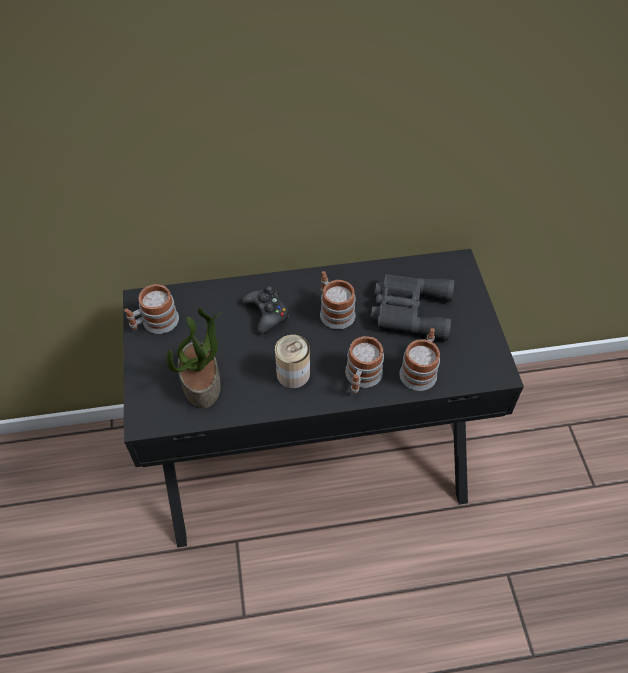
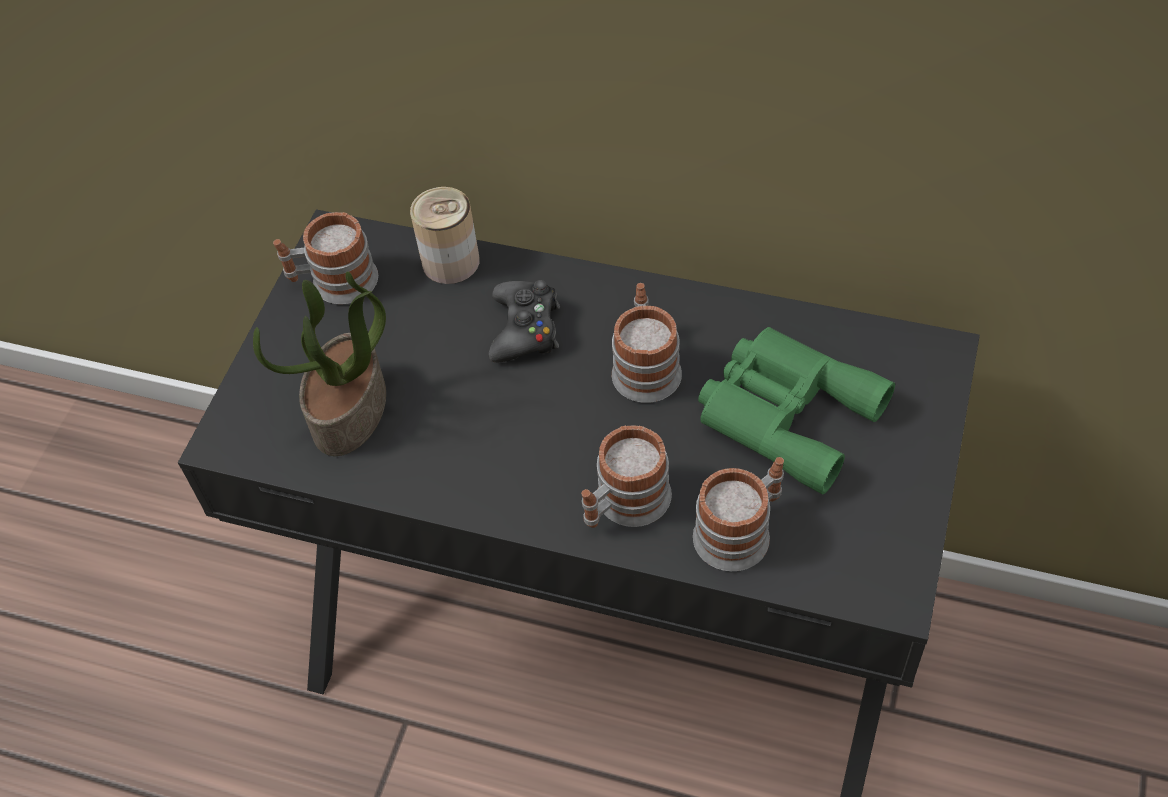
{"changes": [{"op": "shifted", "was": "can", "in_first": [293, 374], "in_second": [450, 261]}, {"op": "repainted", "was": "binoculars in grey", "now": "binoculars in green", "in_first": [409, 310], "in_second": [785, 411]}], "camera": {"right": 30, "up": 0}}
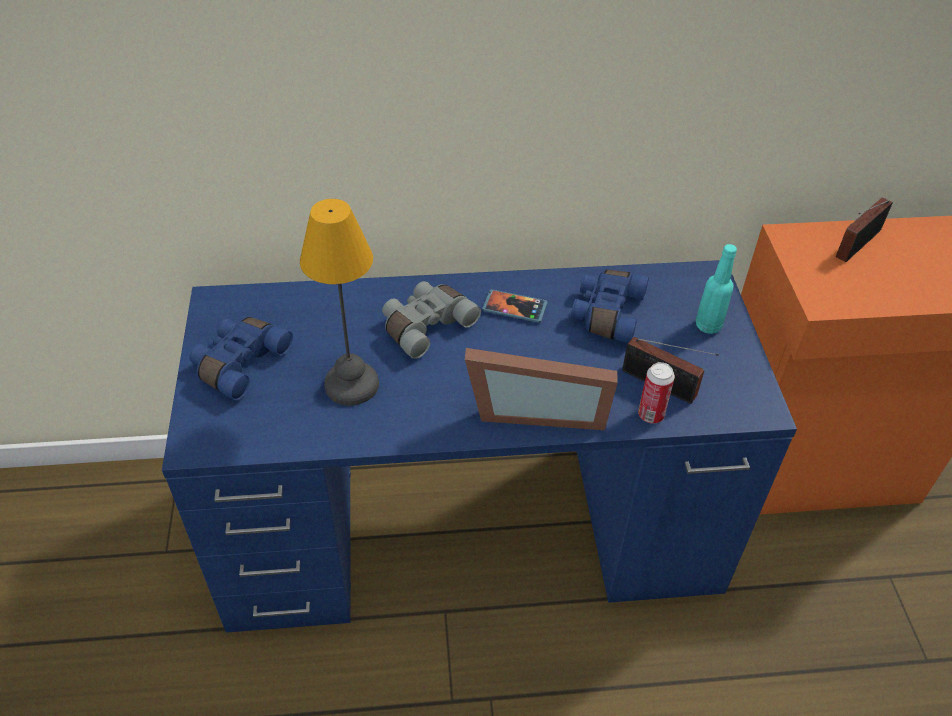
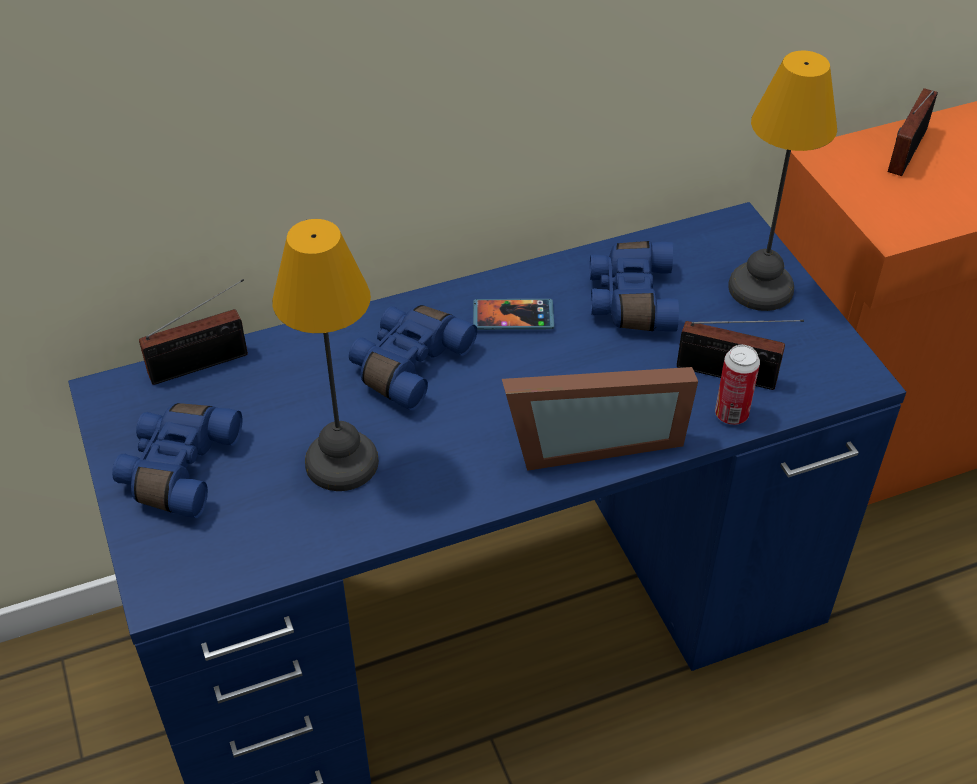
{"changes": [{"op": "repainted", "was": "binoculars in grey", "now": "binoculars in blue", "in_first": [425, 325], "in_second": [407, 364]}, {"op": "swapped", "was": "bottle in turquoise", "now": "table lamp", "in_first": [708, 325], "in_second": [758, 288]}, {"op": "new", "now": "radio", "in_second": [204, 363]}], "camera": {"right": -15, "up": 0}}
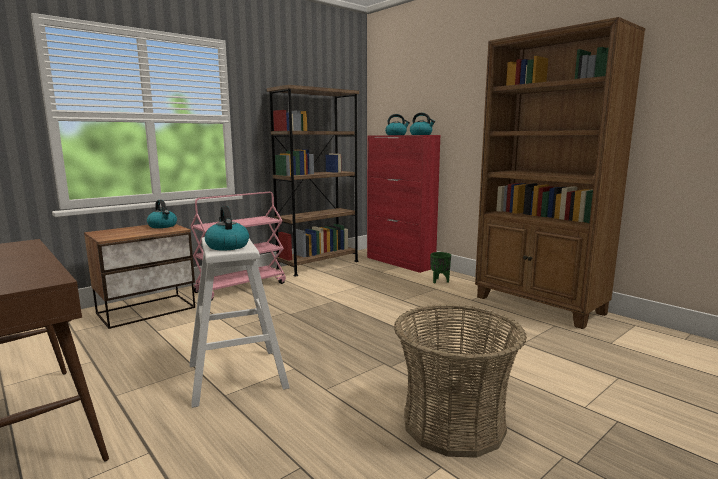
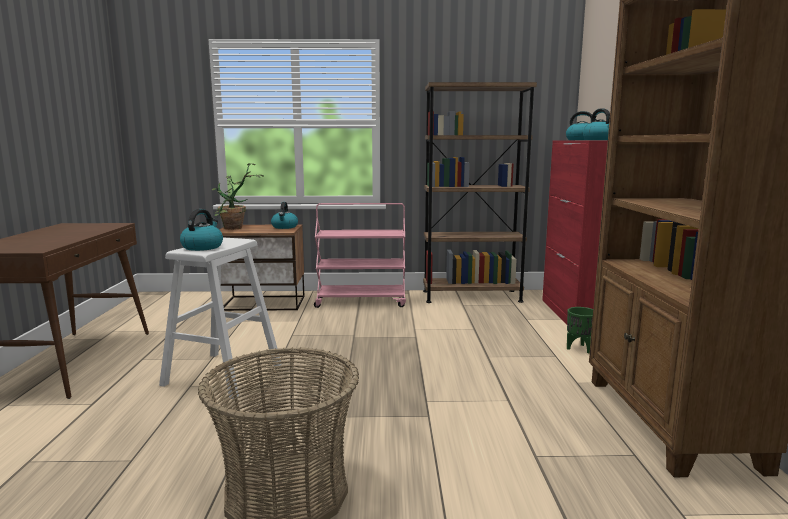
{"changes": [{"op": "new", "now": "potted plant", "in_second": [235, 229]}], "camera": {"right": 40, "up": 0}}
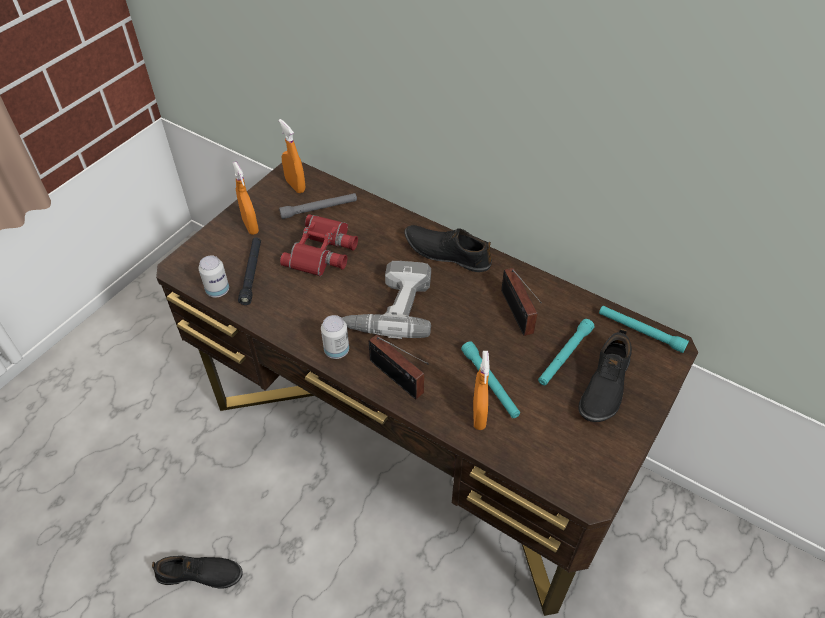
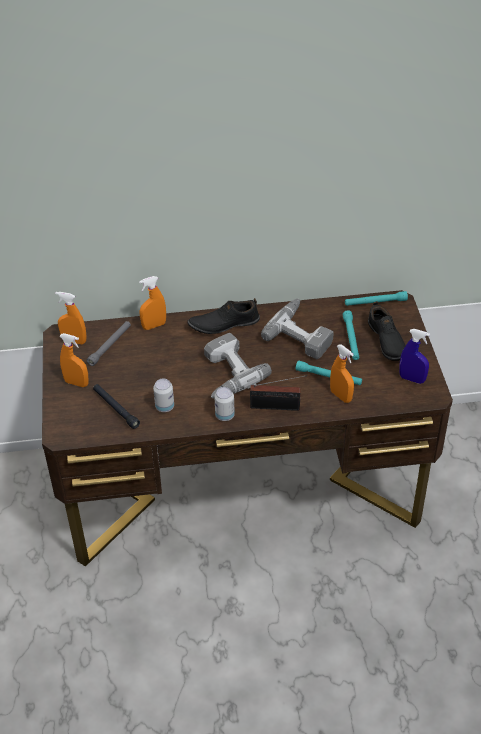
{"changes": [{"op": "gone", "was": "shoe in black", "in_first": [200, 575]}, {"op": "shifted", "was": "can", "in_first": [218, 290], "in_second": [165, 407]}, {"op": "gone", "was": "binoculars in red", "in_first": [323, 251]}, {"op": "swapped", "was": "radio", "now": "power drill", "in_first": [517, 314], "in_second": [303, 333]}, {"op": "new", "now": "spray bottle in orange", "in_second": [154, 325]}, {"op": "new", "now": "spray bottle in blue", "in_second": [412, 379]}], "camera": {"right": -40, "up": -5}}
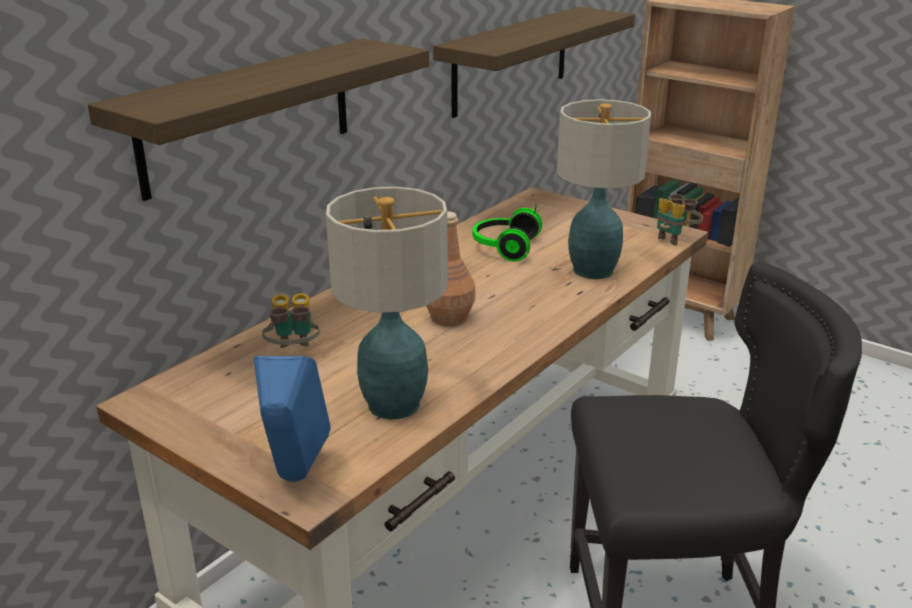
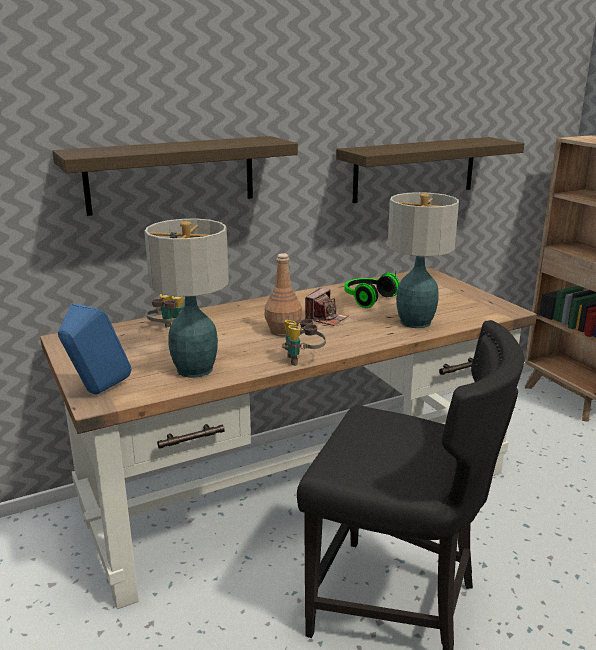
{"changes": [{"op": "shifted", "was": "binoculars", "in_first": [675, 239], "in_second": [303, 360]}, {"op": "new", "now": "photo camera", "in_second": [326, 318]}], "camera": {"right": 25, "up": -5}}
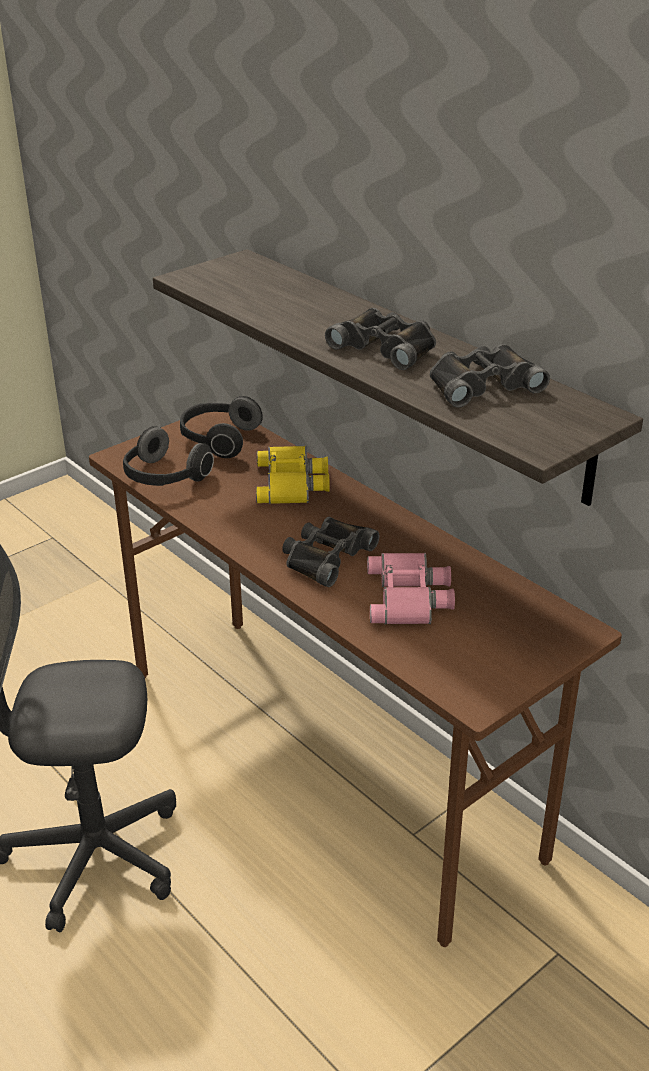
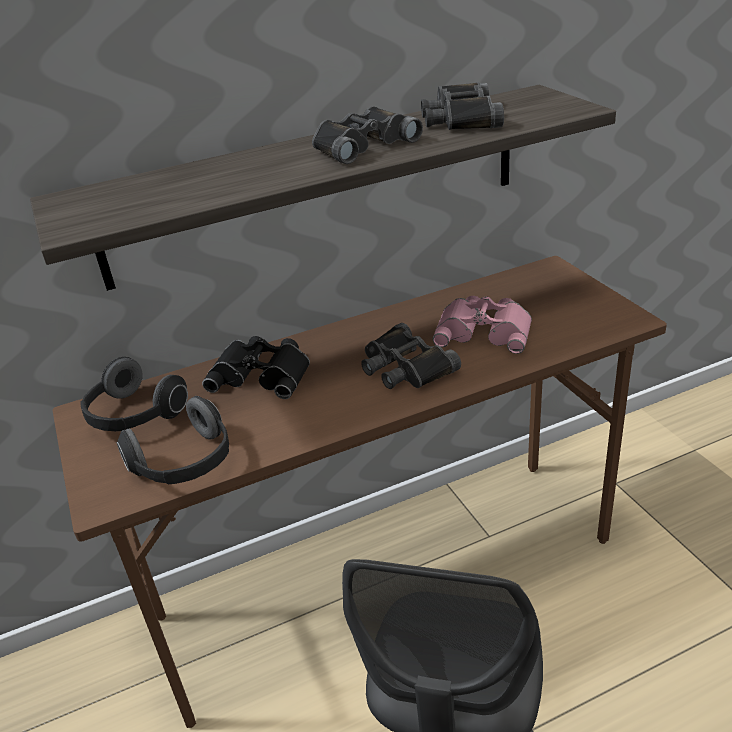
{"changes": [{"op": "repainted", "was": "binoculars in yellow", "now": "binoculars in black", "in_first": [293, 483], "in_second": [262, 373]}], "camera": {"right": -70, "up": 0}}
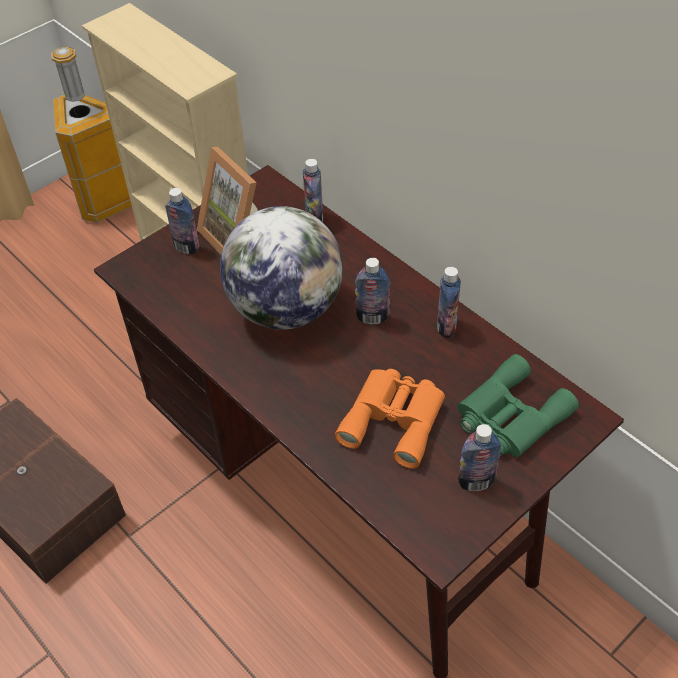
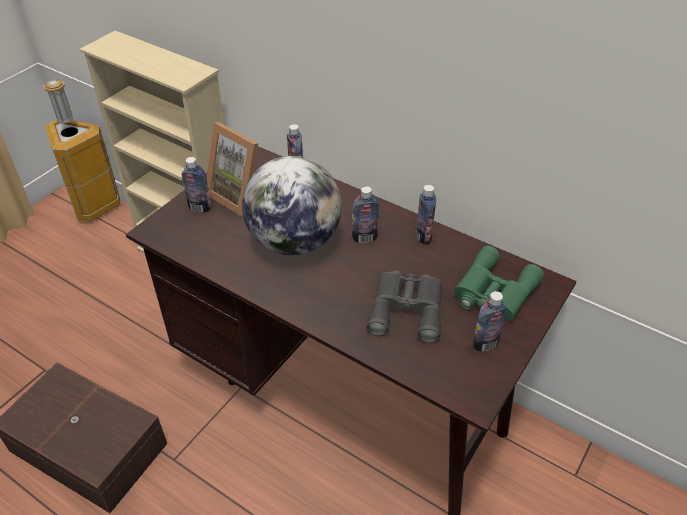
{"changes": [{"op": "repainted", "was": "binoculars in orange", "now": "binoculars in grey", "in_first": [395, 419], "in_second": [407, 308]}], "camera": {"right": -15, "up": -5}}
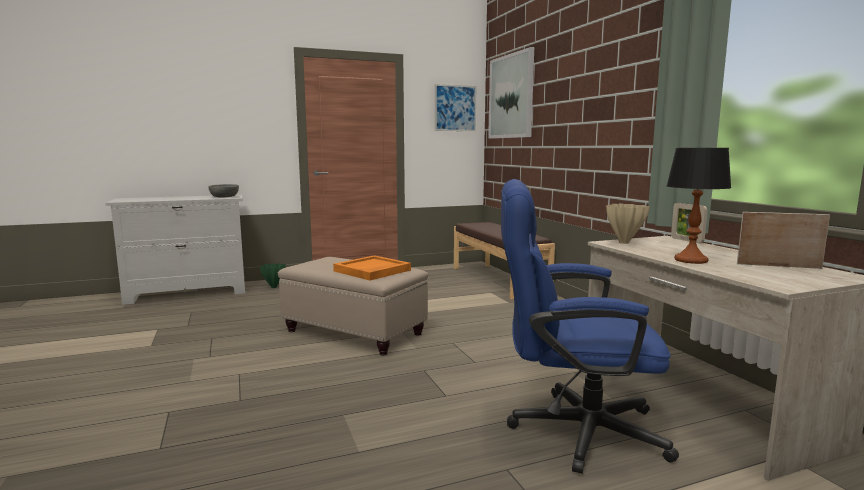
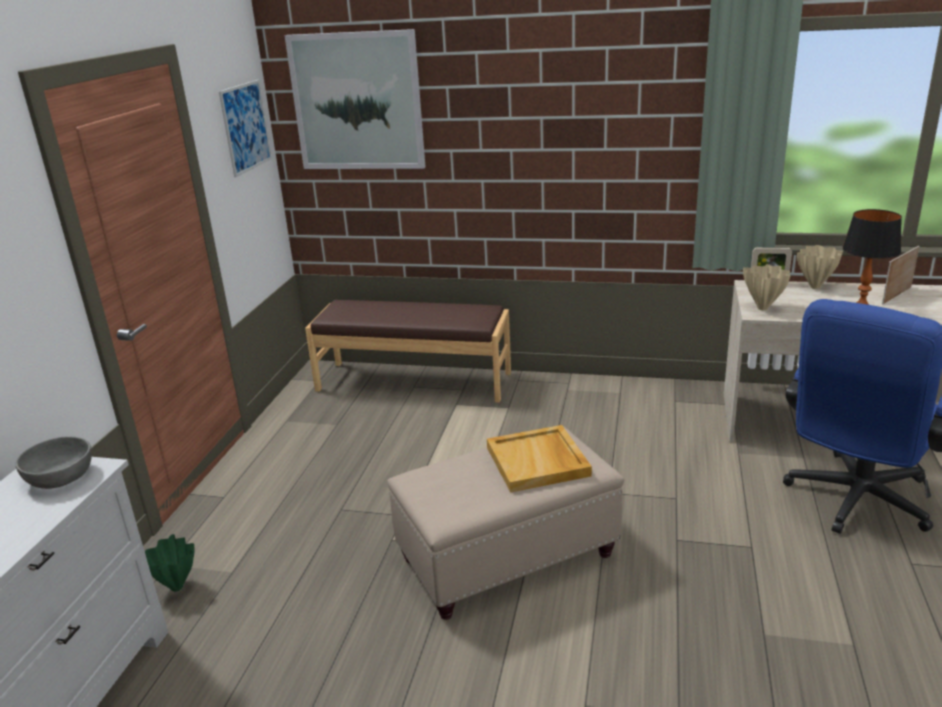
{"changes": [{"op": "repainted", "was": "tray in orange", "now": "tray in beige", "in_first": [372, 271], "in_second": [538, 462]}, {"op": "new", "now": "vase in beige", "in_second": [816, 287]}], "camera": {"right": -55, "up": 15}}
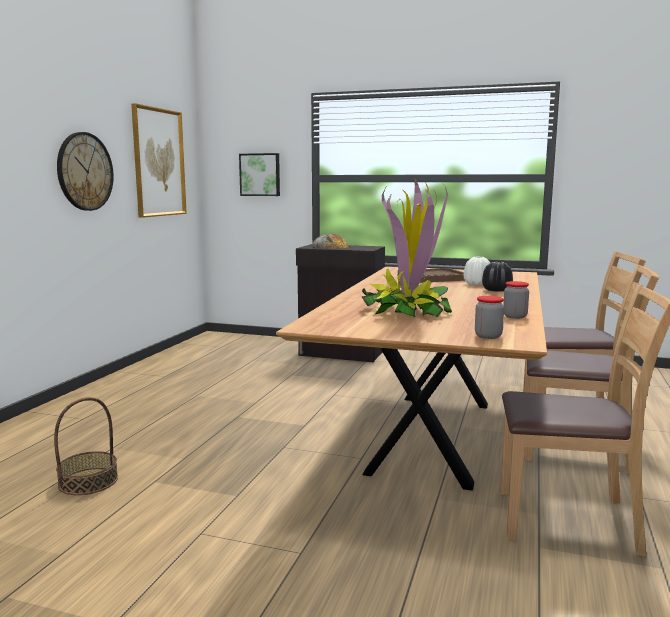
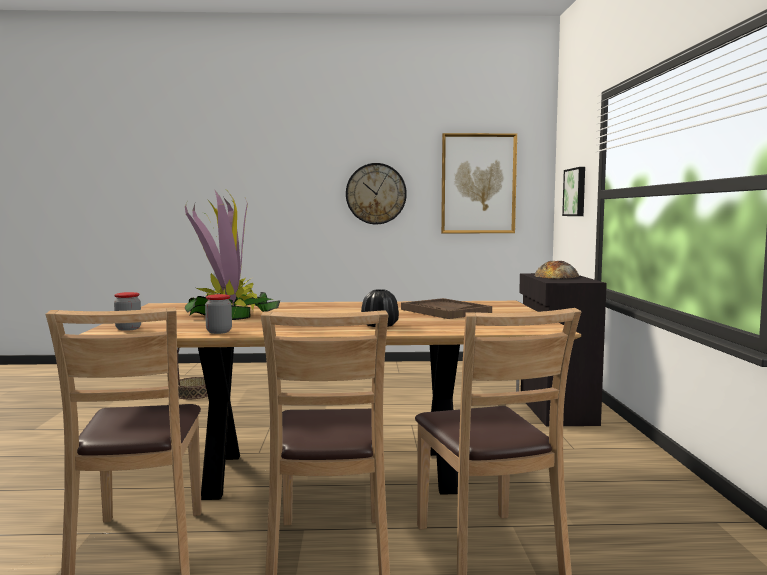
{"changes": [{"op": "gone", "was": "vase in white", "in_first": [477, 283]}], "camera": {"right": 70, "up": -5}}
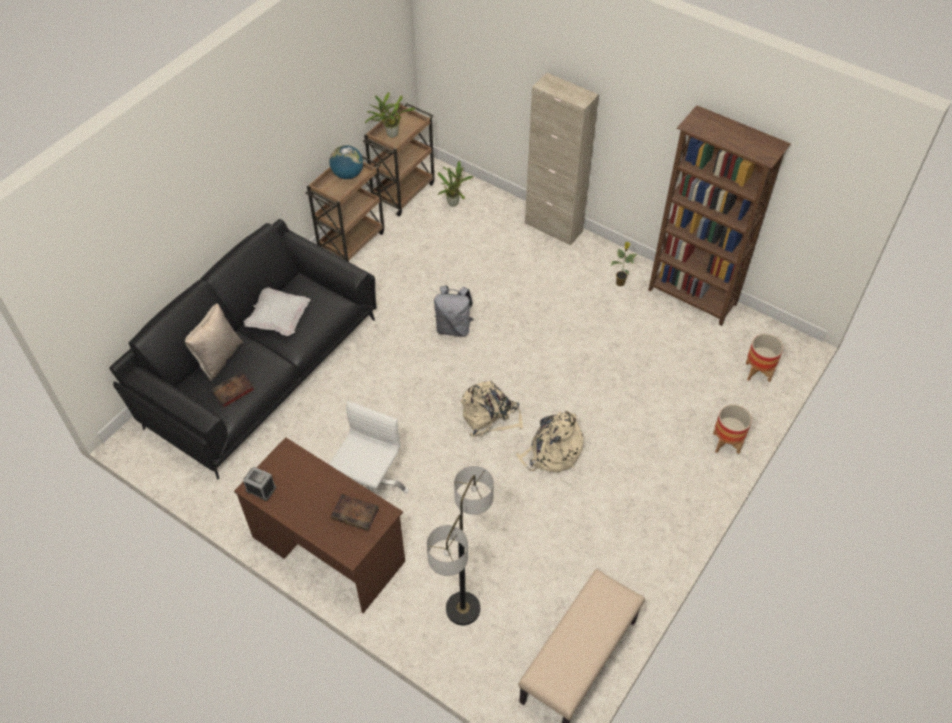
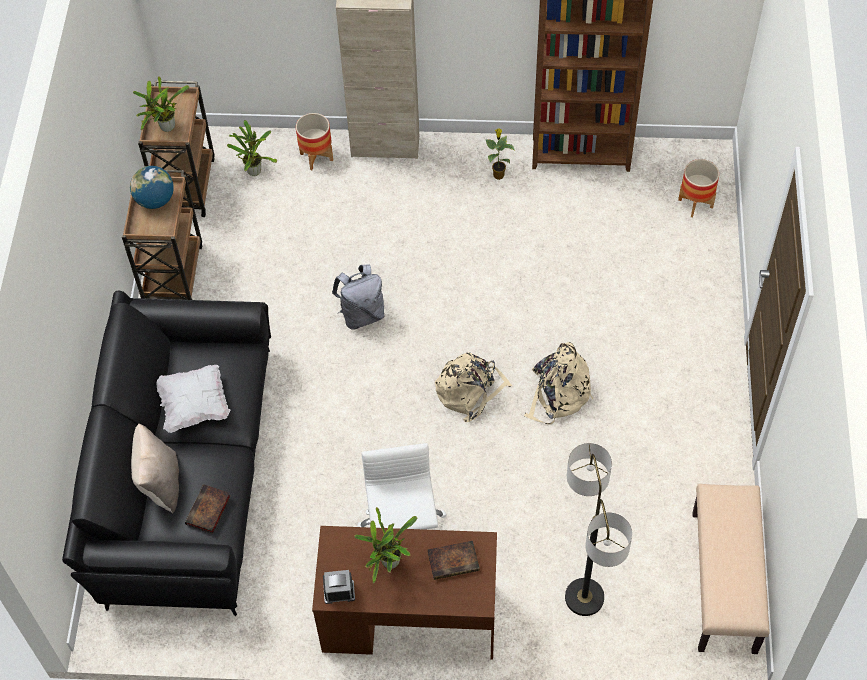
{"changes": [{"op": "shifted", "was": "planter", "in_first": [726, 443], "in_second": [316, 157]}, {"op": "new", "now": "potted plant", "in_second": [388, 563]}], "camera": {"right": -30, "up": 5}}
